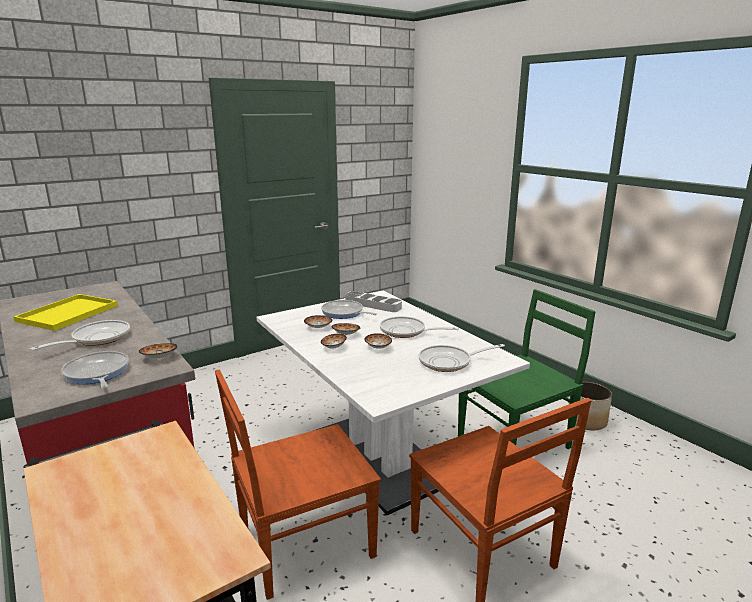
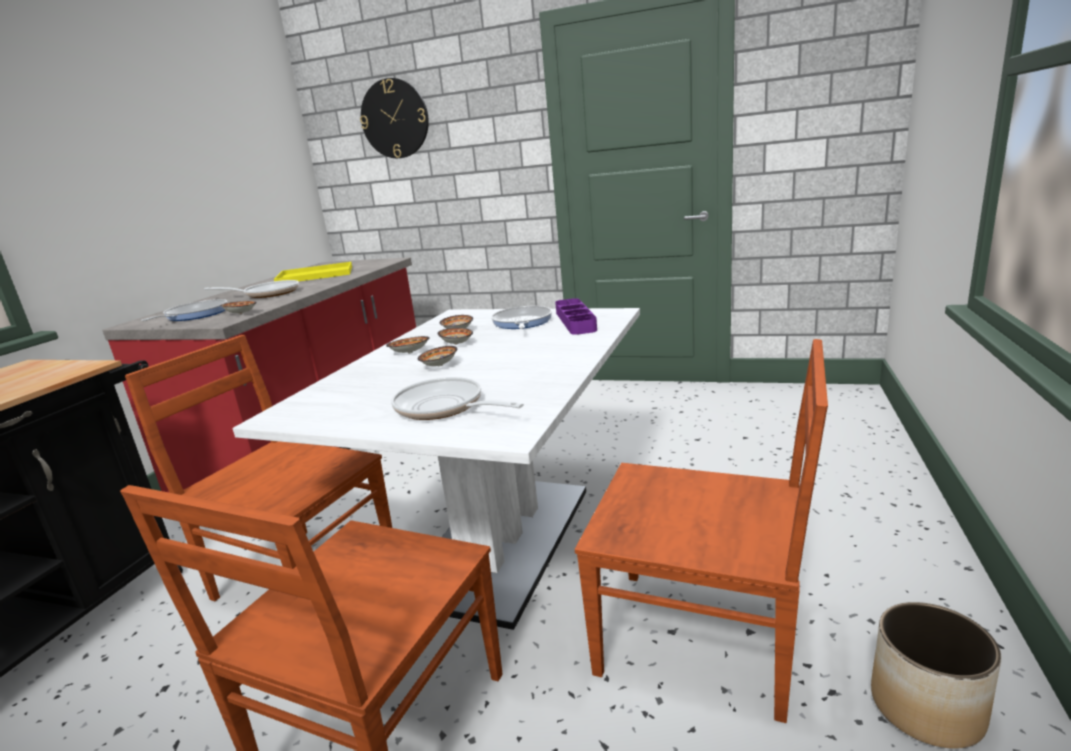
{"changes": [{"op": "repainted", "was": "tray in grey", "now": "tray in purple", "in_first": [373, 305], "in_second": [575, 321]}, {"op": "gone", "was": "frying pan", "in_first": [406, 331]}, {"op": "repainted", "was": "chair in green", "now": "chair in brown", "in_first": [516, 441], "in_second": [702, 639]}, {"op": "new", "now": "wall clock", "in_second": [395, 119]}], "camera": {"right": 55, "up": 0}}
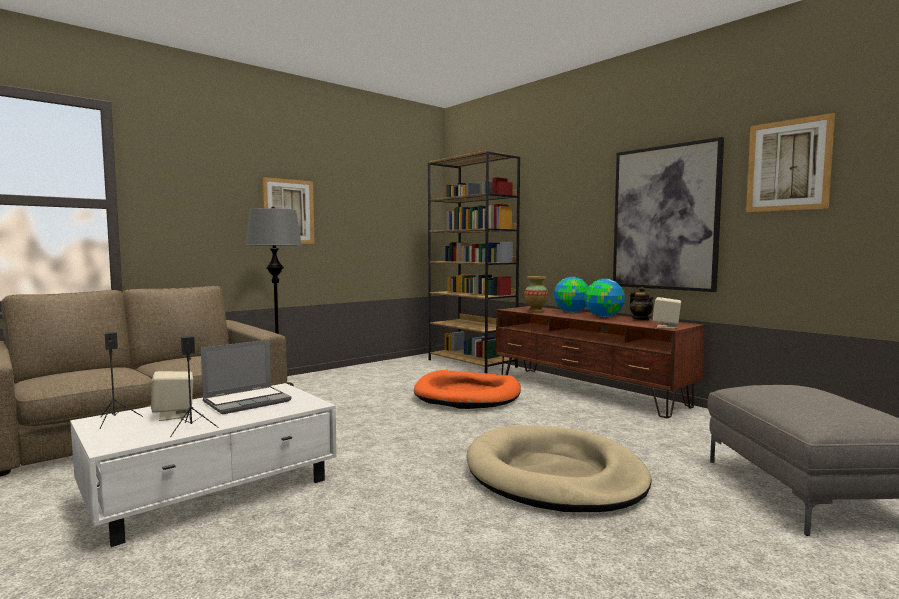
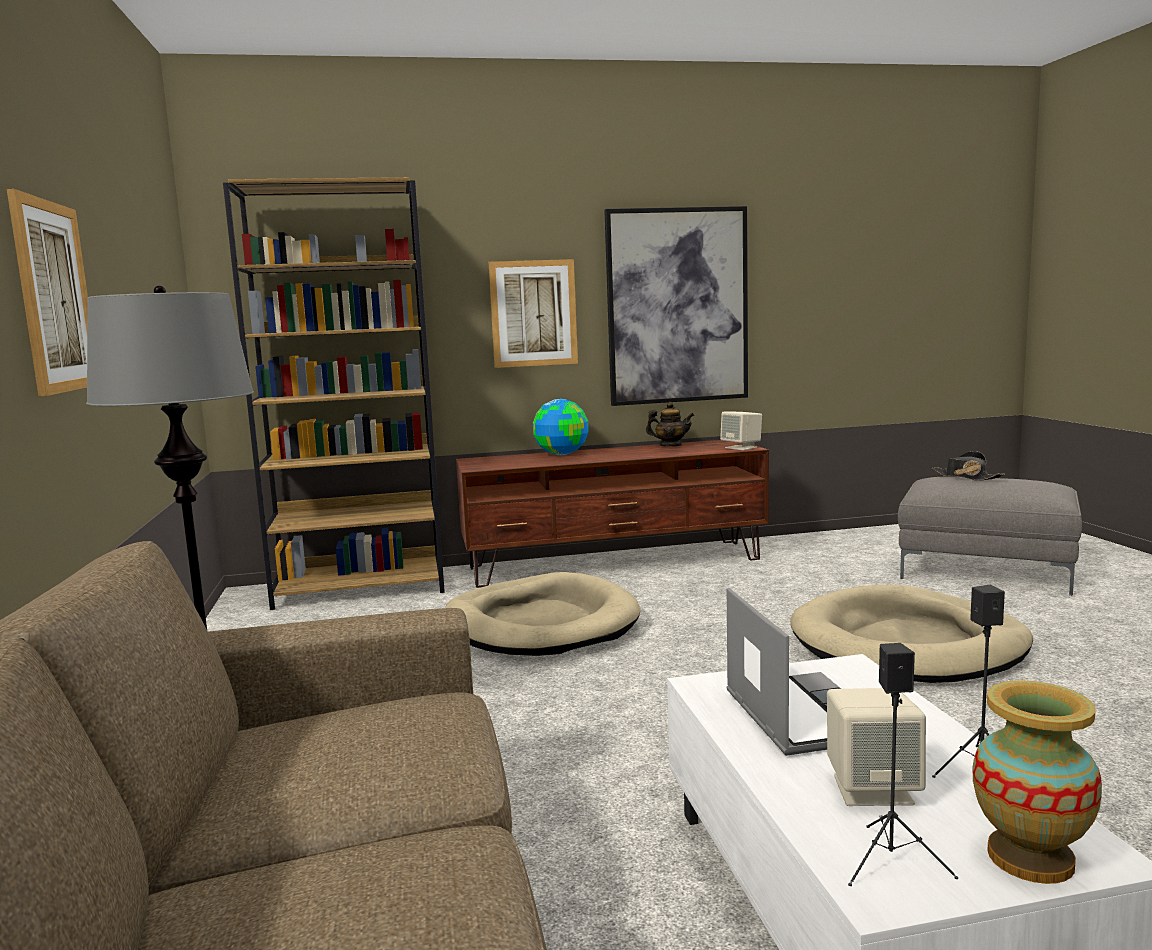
{"changes": [{"op": "repainted", "was": "dog bed in orange", "now": "dog bed in beige", "in_first": [468, 395], "in_second": [541, 624]}, {"op": "shifted", "was": "vase", "in_first": [536, 311], "in_second": [1031, 858]}, {"op": "gone", "was": "globe", "in_first": [604, 316]}, {"op": "shifted", "was": "picture", "in_first": [788, 165], "in_second": [533, 313]}, {"op": "new", "now": "hat in black", "in_second": [966, 477]}], "camera": {"right": -60, "up": 5}}
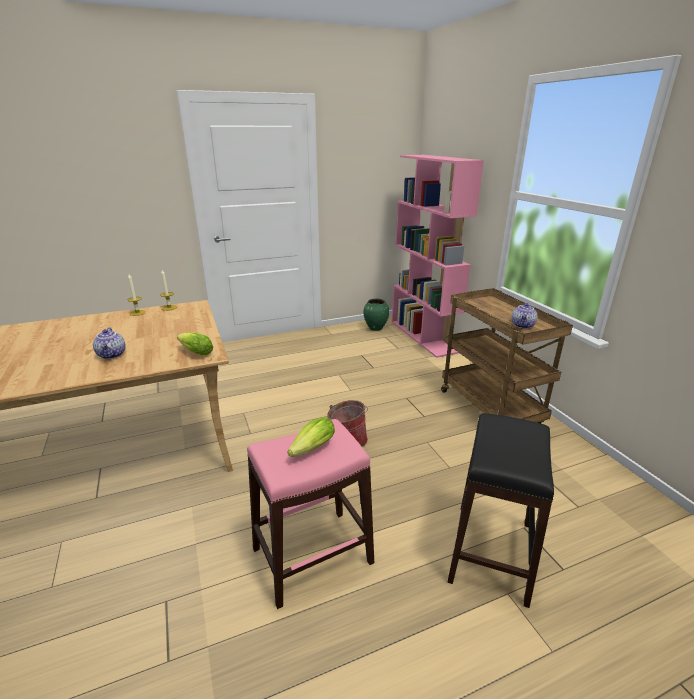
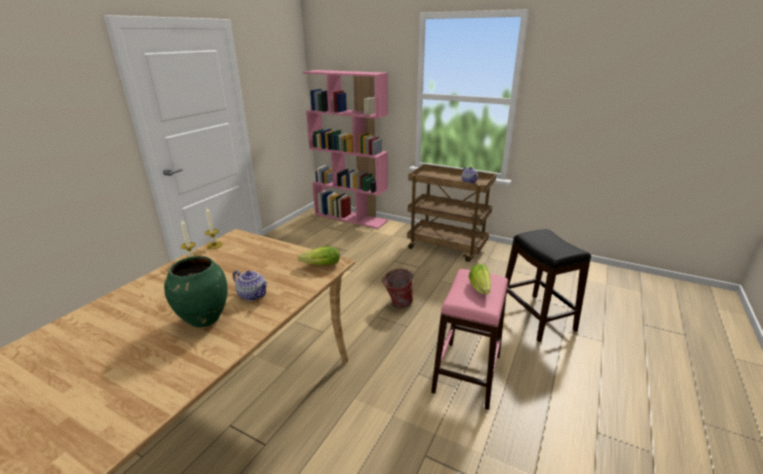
{"changes": [{"op": "shifted", "was": "vase in green", "in_first": [375, 328], "in_second": [205, 319]}], "camera": {"right": -40, "up": 0}}
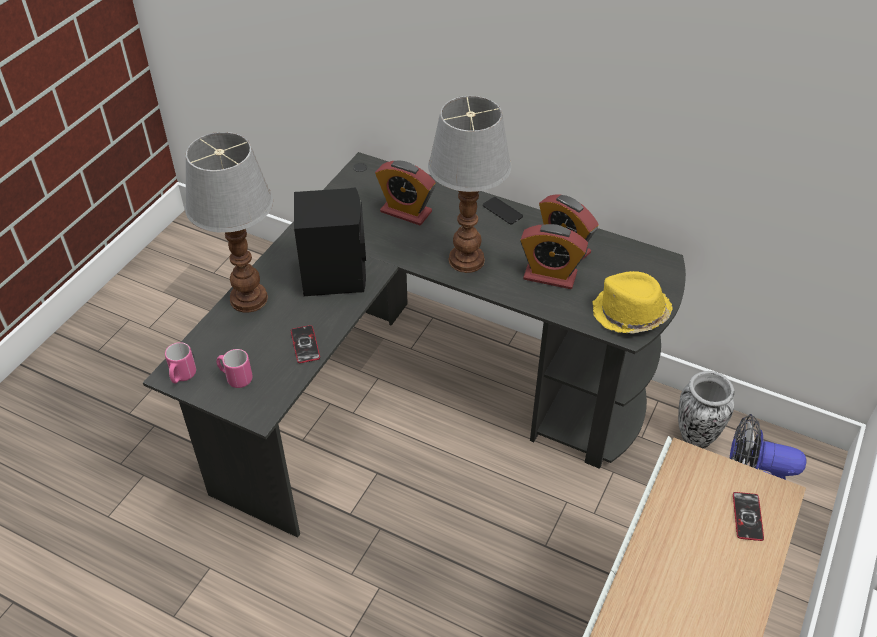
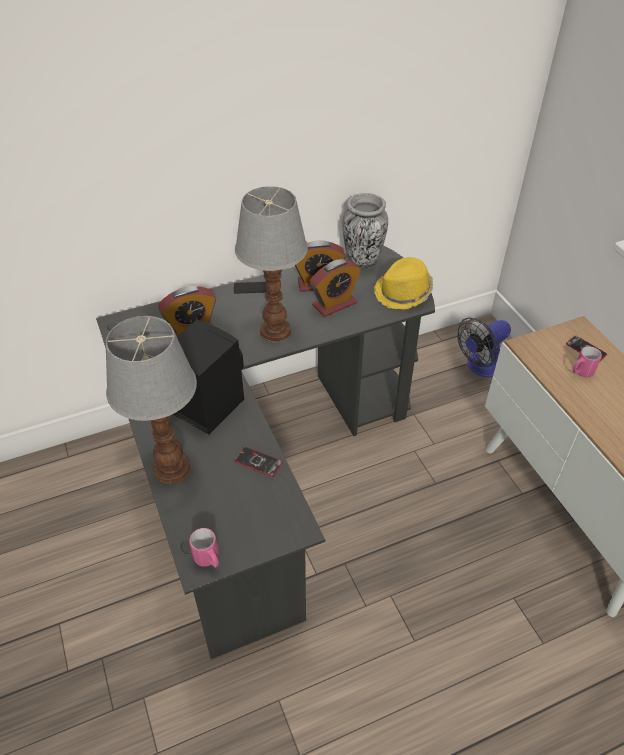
{"changes": [{"op": "shifted", "was": "mug in pink", "in_first": [235, 378], "in_second": [581, 372]}, {"op": "shifted", "was": "vase", "in_first": [696, 436], "in_second": [362, 261]}], "camera": {"right": -50, "up": 0}}
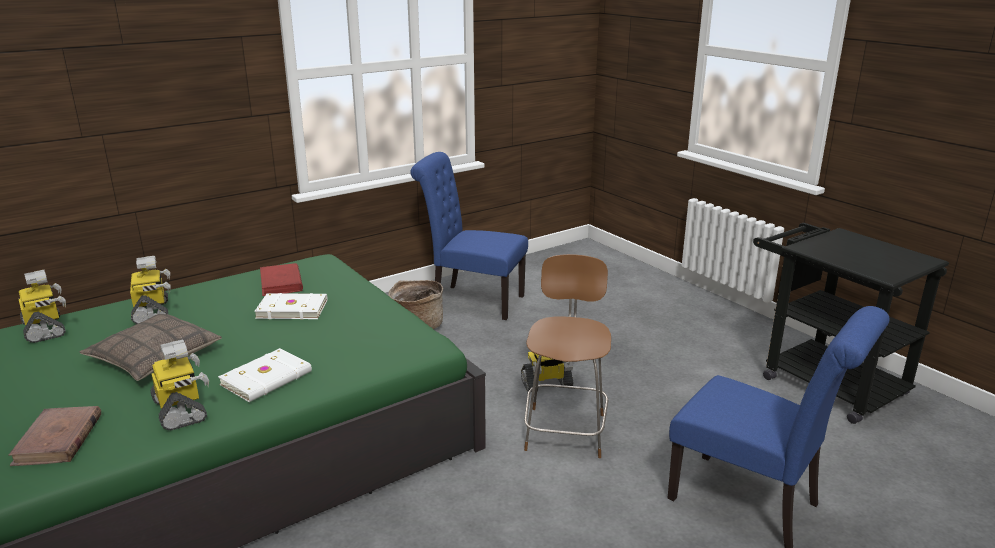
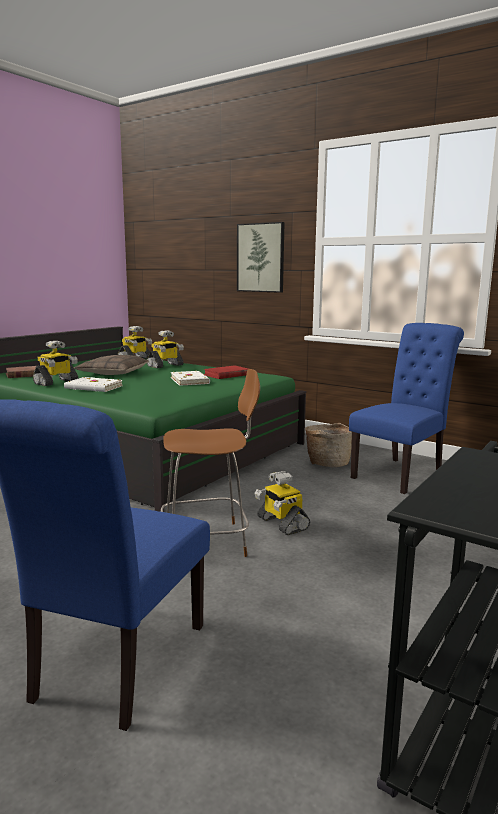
{"changes": [{"op": "rotated", "was": "chair in blue", "in_first": [472, 301], "in_second": [401, 473], "clockwise": 45}, {"op": "new", "now": "picture", "in_second": [261, 258]}], "camera": {"right": 70, "up": -10}}
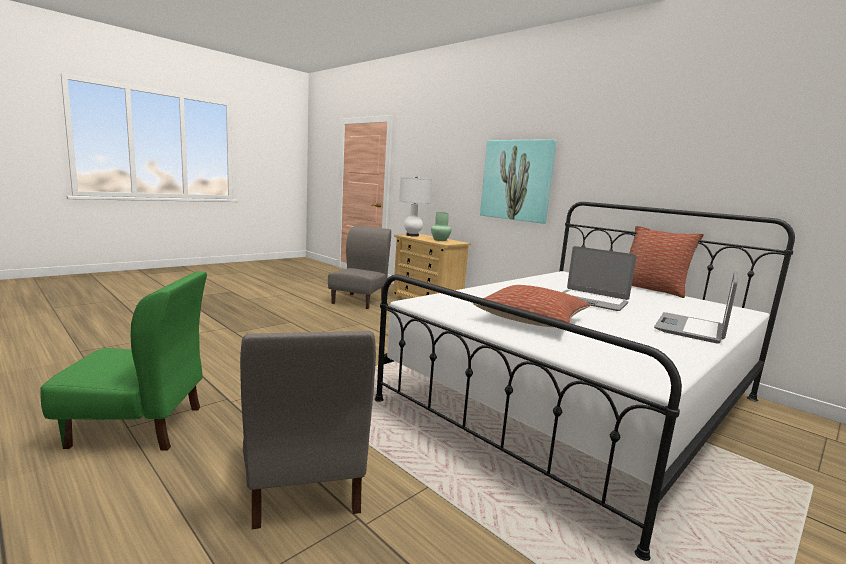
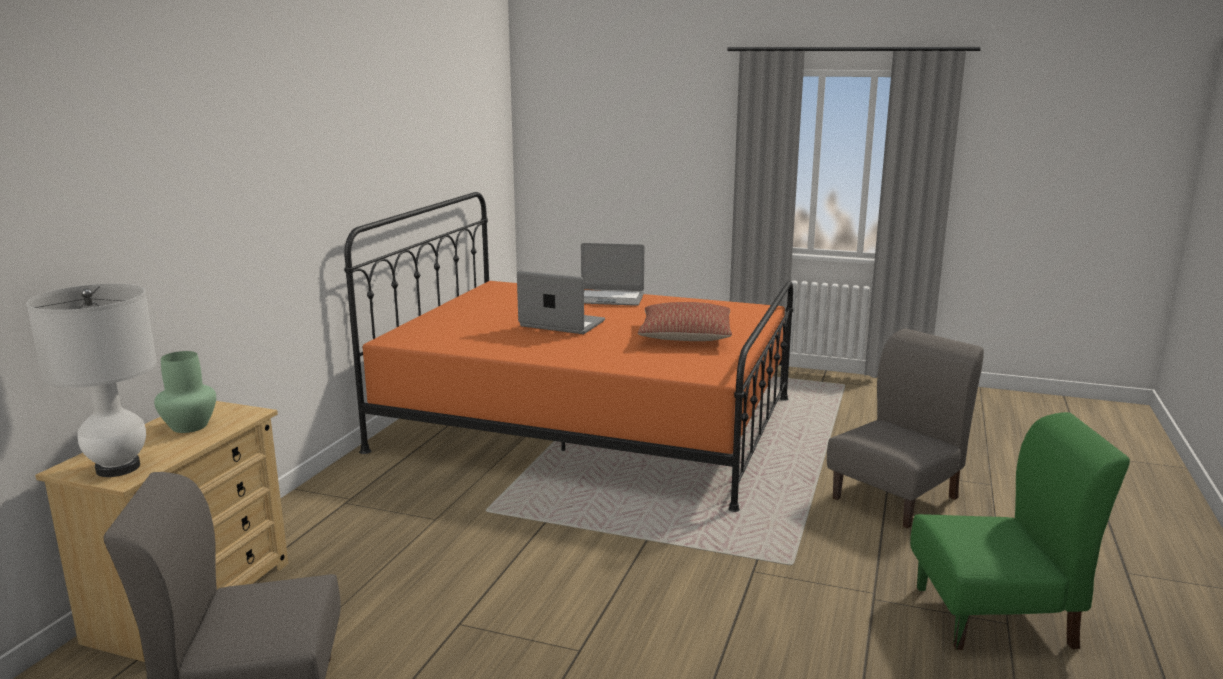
{"changes": [{"op": "rotated", "was": "chair in green", "in_first": [138, 426], "in_second": [995, 617], "clockwise": 120}, {"op": "repainted", "was": "bed in white", "now": "bed in orange", "in_first": [577, 399], "in_second": [589, 424]}, {"op": "gone", "was": "picture", "in_first": [517, 180]}, {"op": "rotated", "was": "laptop", "in_first": [591, 301], "in_second": [562, 324], "clockwise": -75}, {"op": "gone", "was": "pillow", "in_first": [652, 289]}], "camera": {"right": -115, "up": 5}}
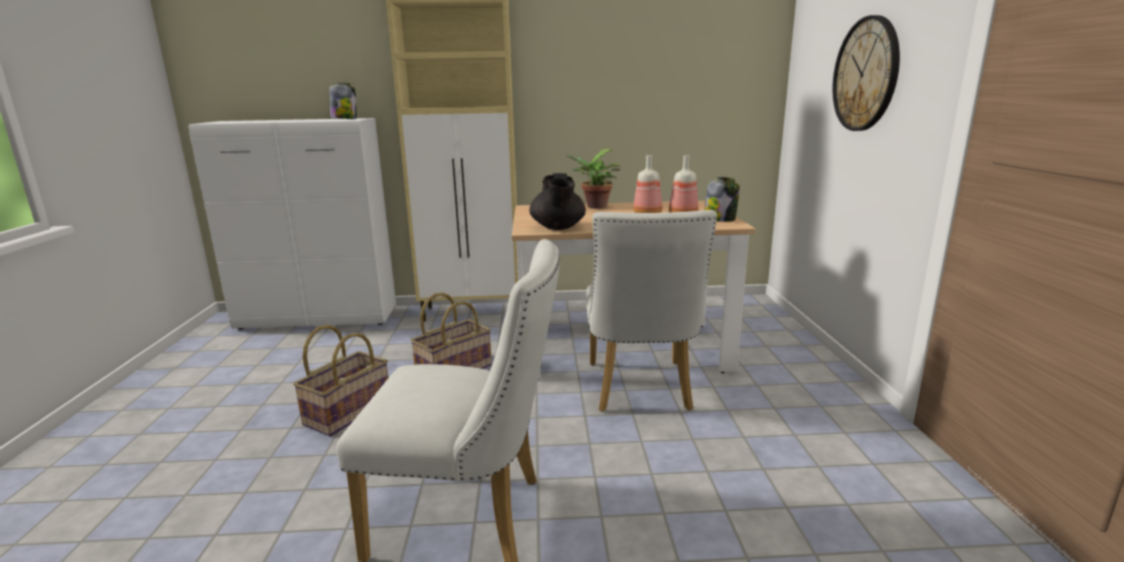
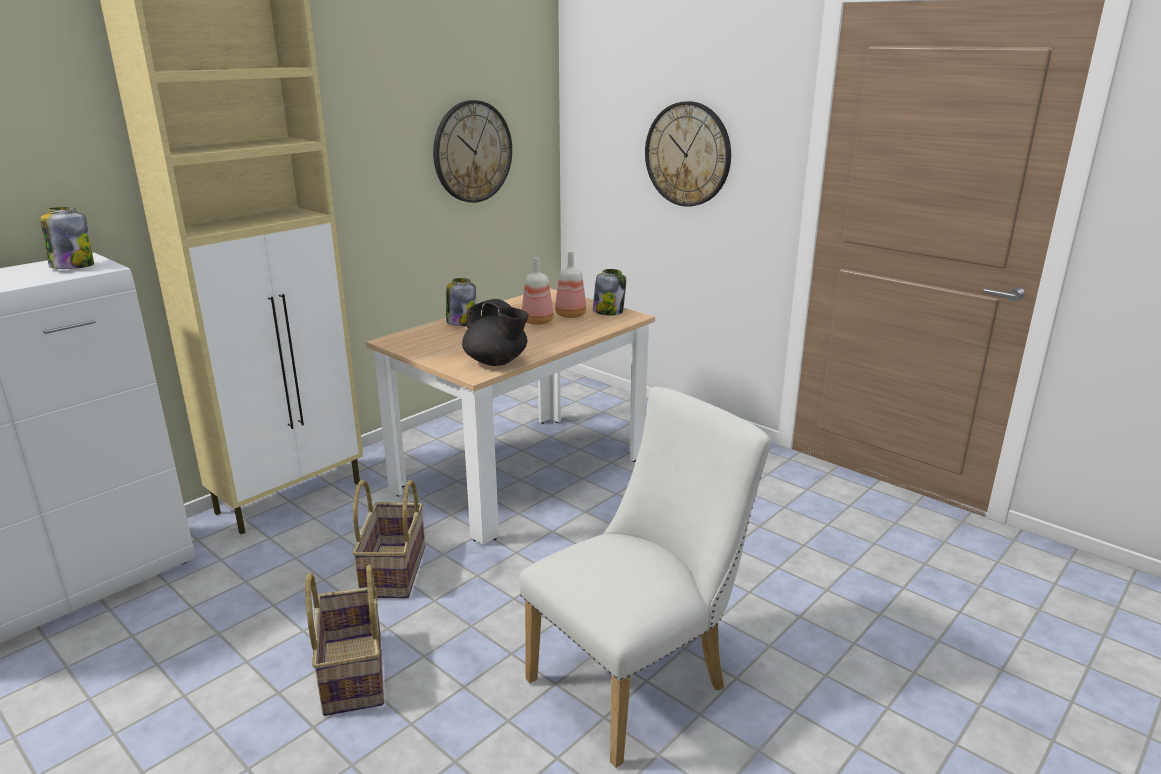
{"changes": [{"op": "swapped", "was": "potted plant", "now": "jar", "in_first": [594, 207], "in_second": [461, 323]}, {"op": "gone", "was": "chair in white", "in_first": [640, 390]}, {"op": "new", "now": "wall clock", "in_second": [472, 152]}], "camera": {"right": -45, "up": 5}}
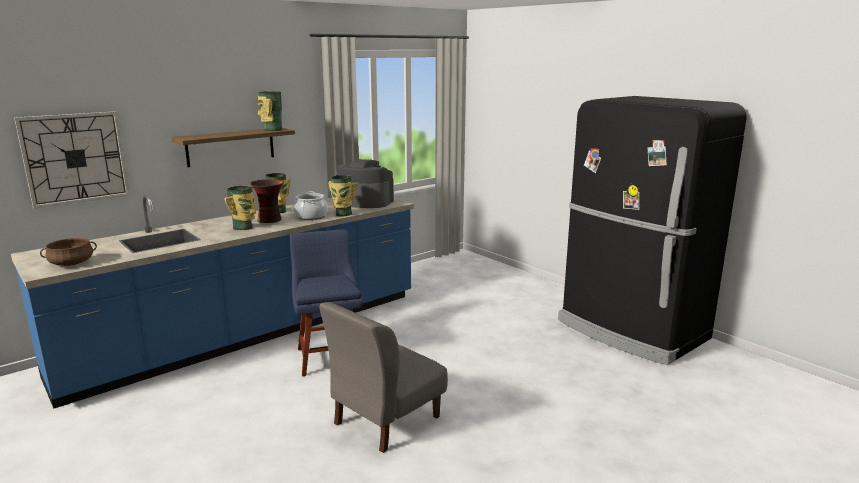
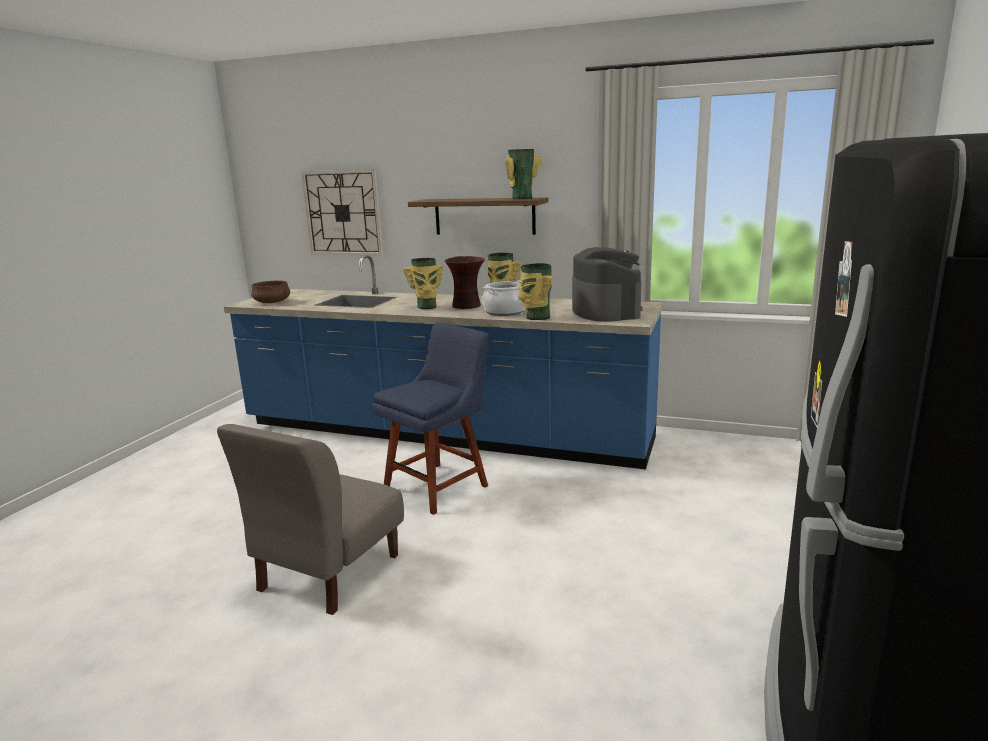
{"changes": [{"op": "rotated", "was": "chair in grey", "in_first": [386, 420], "in_second": [328, 572], "clockwise": -75}], "camera": {"right": 60, "up": 0}}
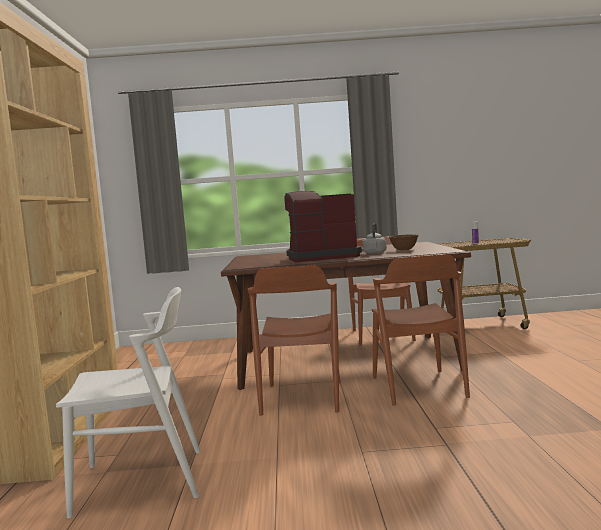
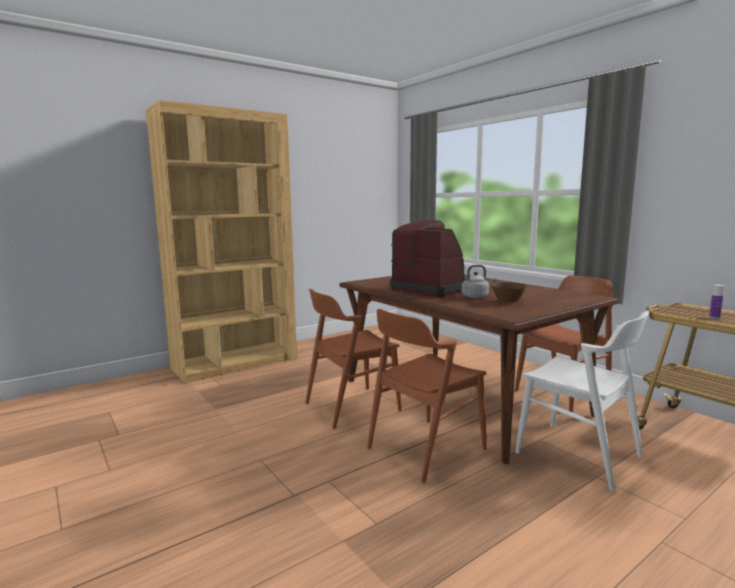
{"changes": [{"op": "shifted", "was": "chair in white", "in_first": [141, 481], "in_second": [578, 454]}], "camera": {"right": 55, "up": 5}}
